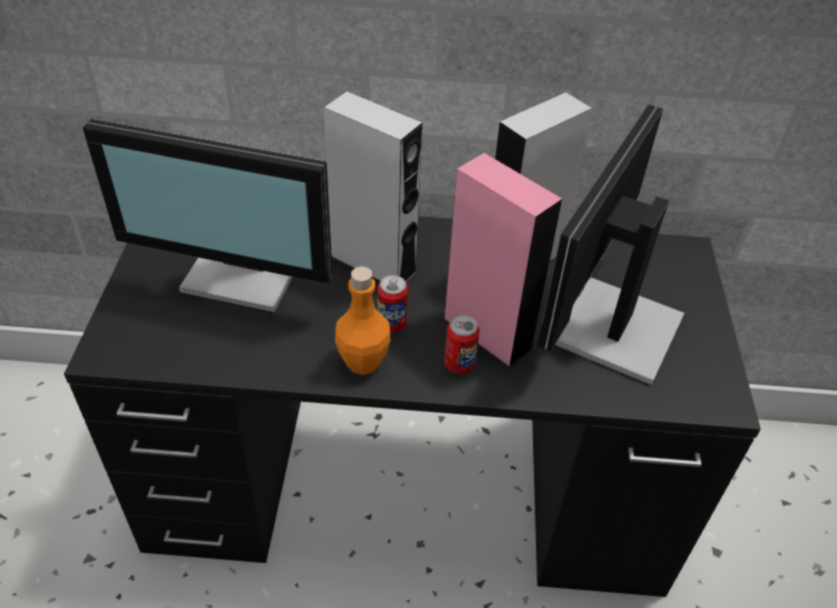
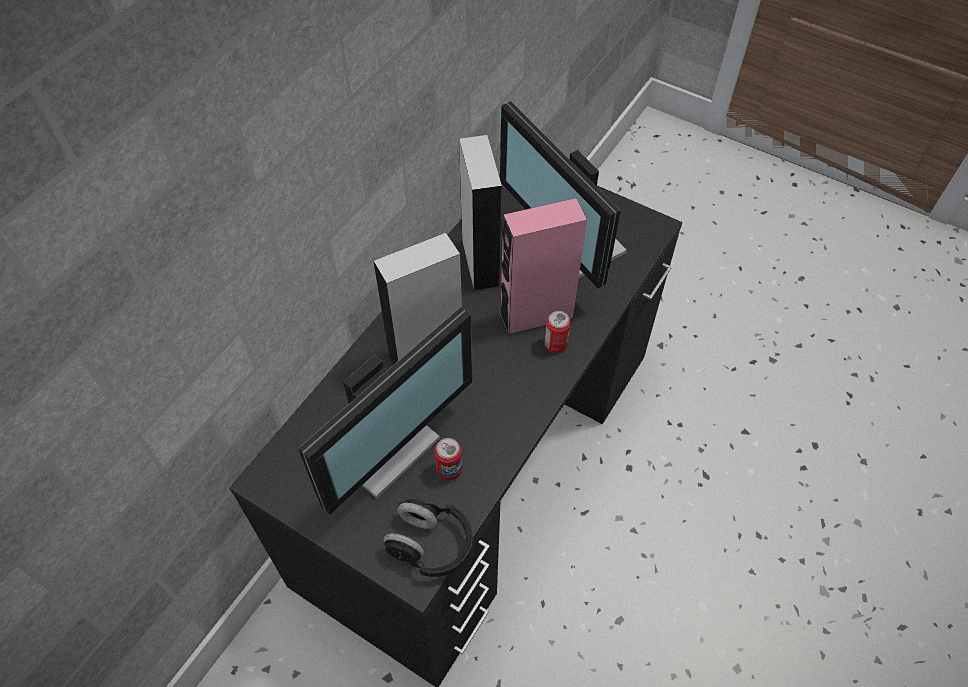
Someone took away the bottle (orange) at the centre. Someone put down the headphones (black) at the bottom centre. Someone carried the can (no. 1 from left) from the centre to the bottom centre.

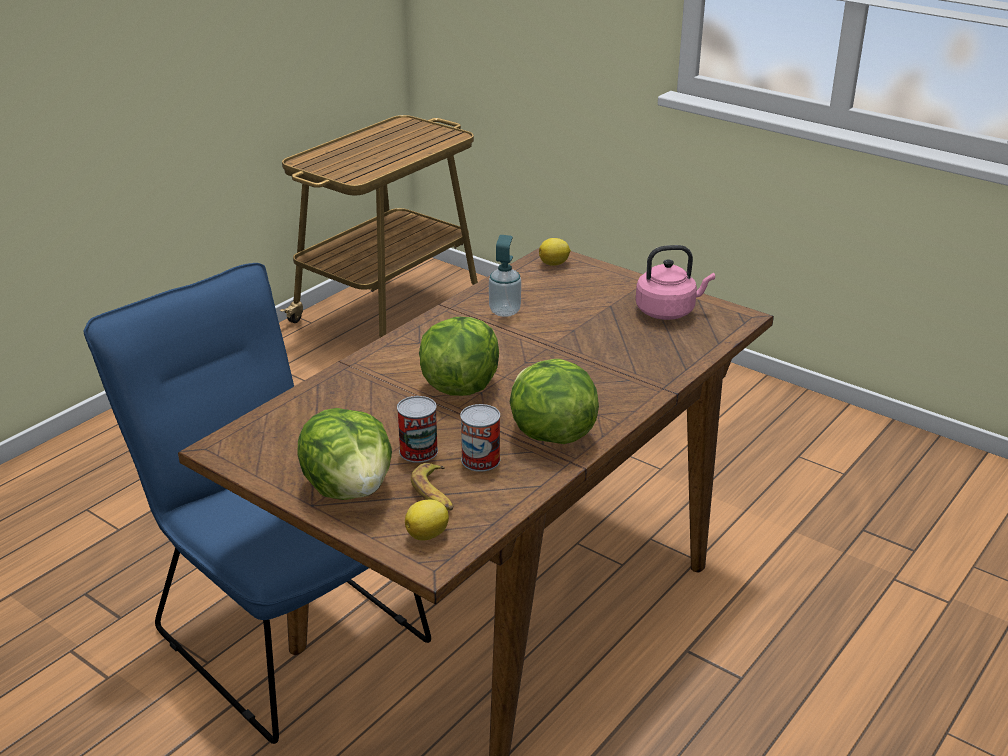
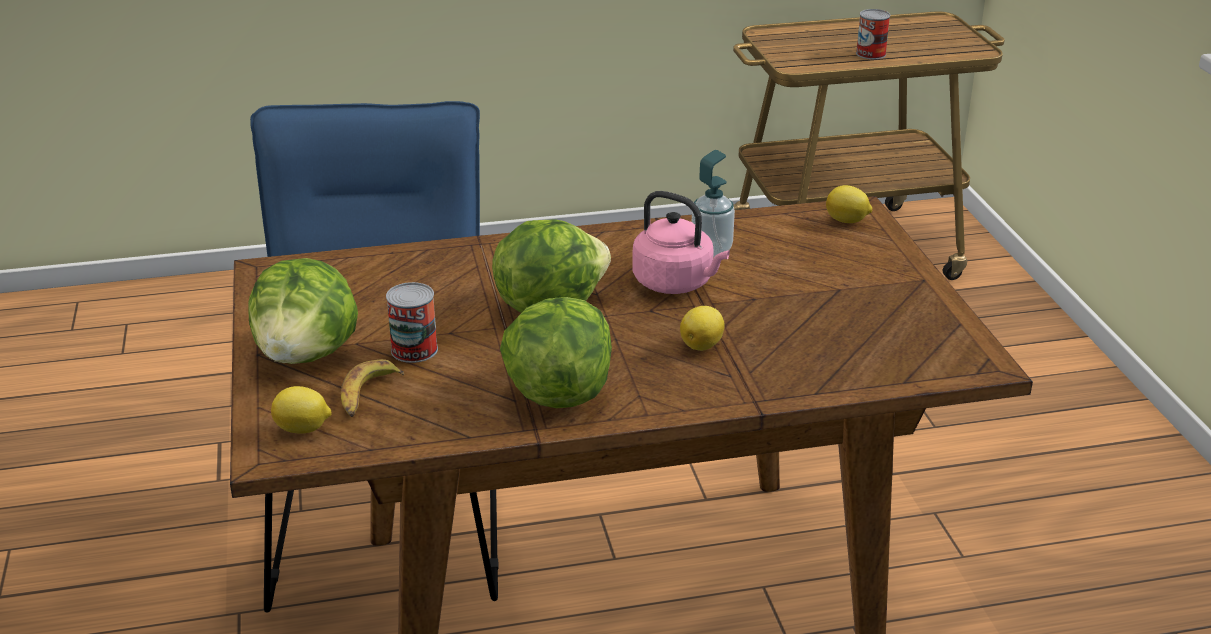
Someone put down the lemon (no. 2 from left) at the centre. Someone carried the can (no. 2 from left) from the centre to the top right. Someone carried the kettle (pink) from the middle right to the centre.

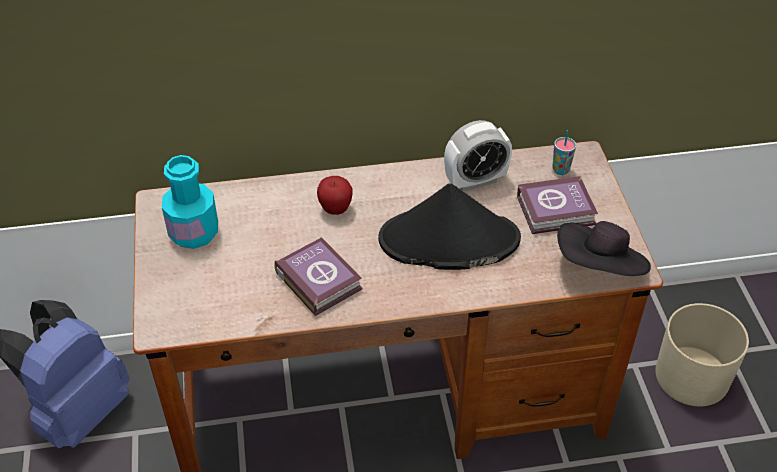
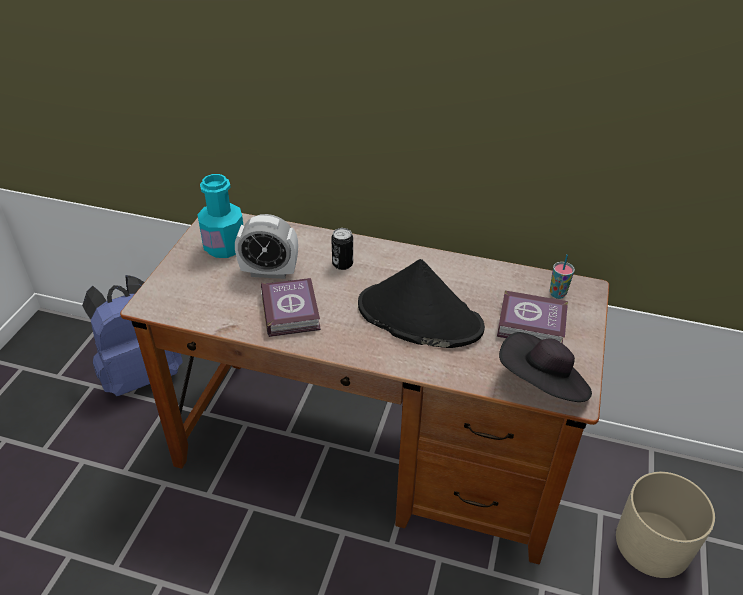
Someone carried the alarm clock from the top centre to the centre. Someone swapped the apple at the centre for the can at the centre.

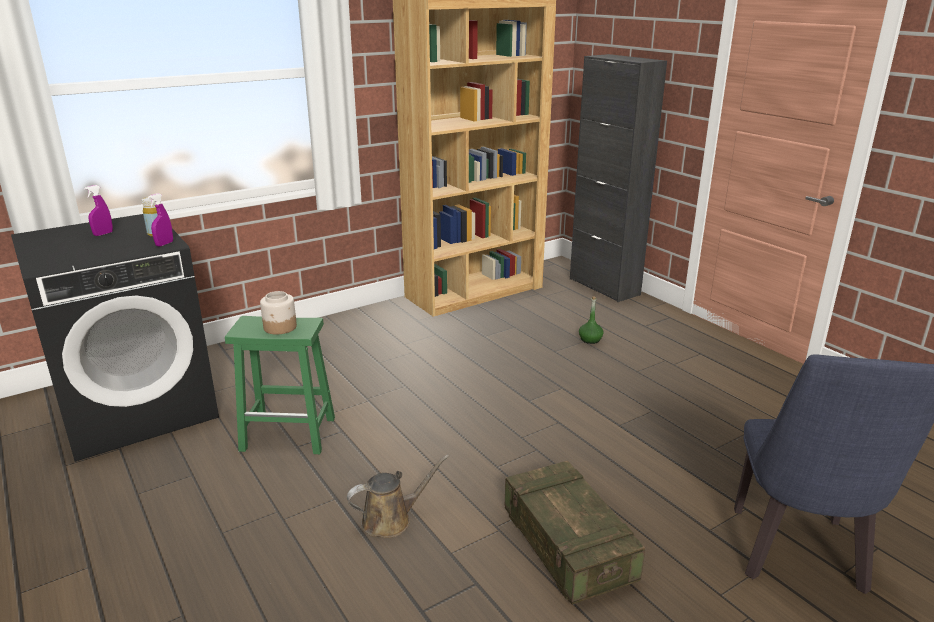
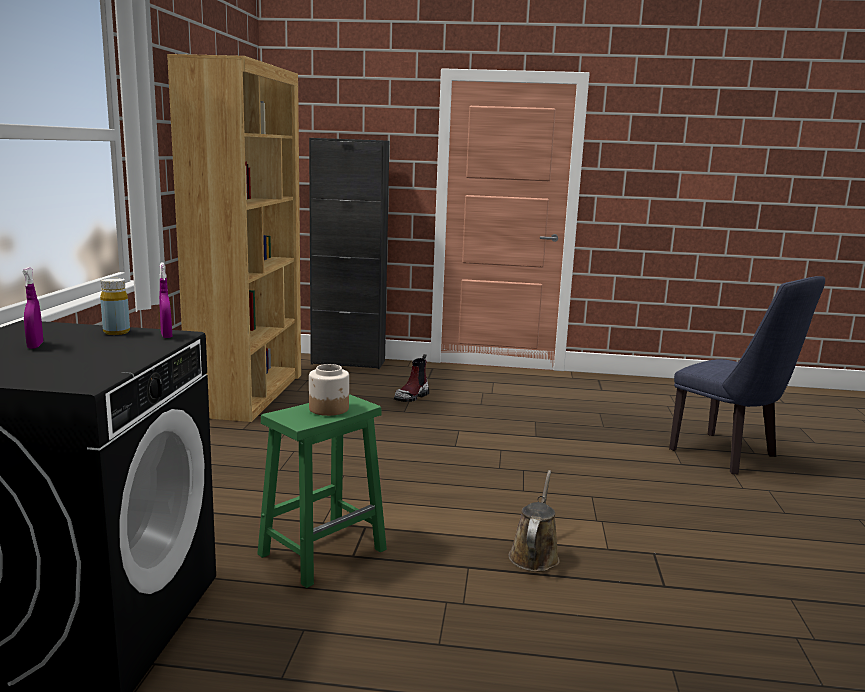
Someone took away the crate at the bottom centre. Someone swapped the bottle (green) at the centre for the boot at the centre.

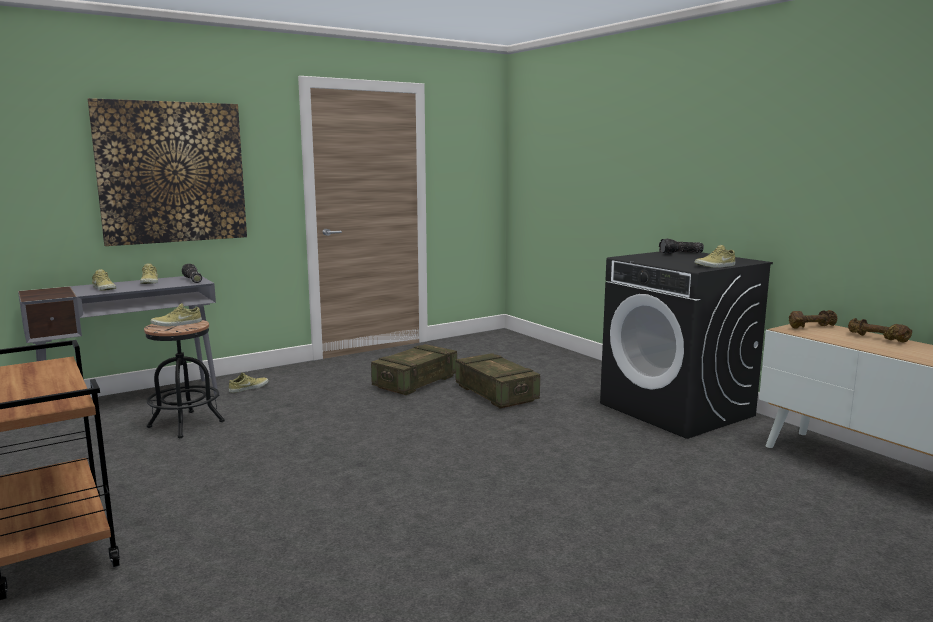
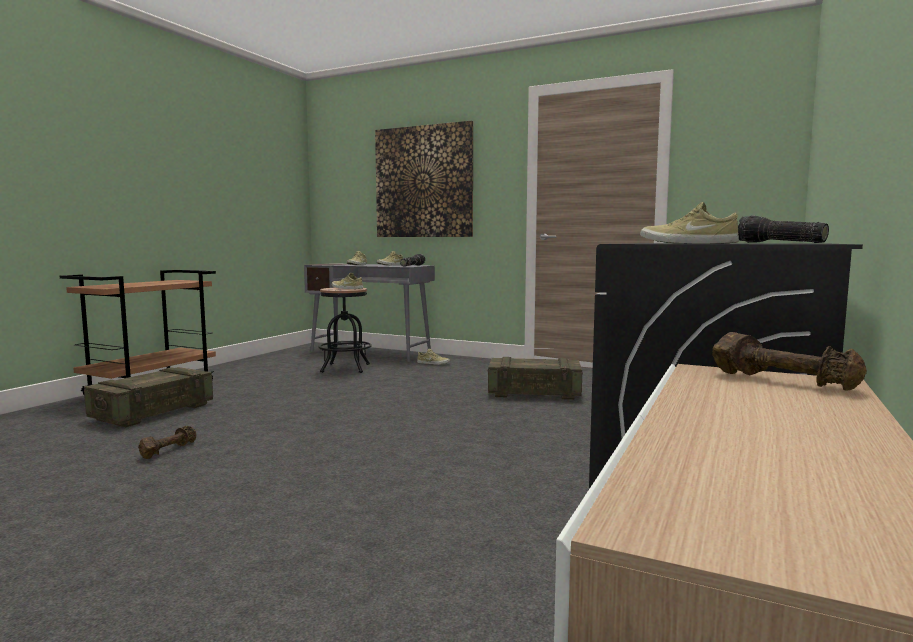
Someone carried the crate (no. 2 from left in the first image) from the centre to the middle left. Someone carried the dumbbell (brown) (no. 2 from left in the first image) from the middle right to the bottom left.

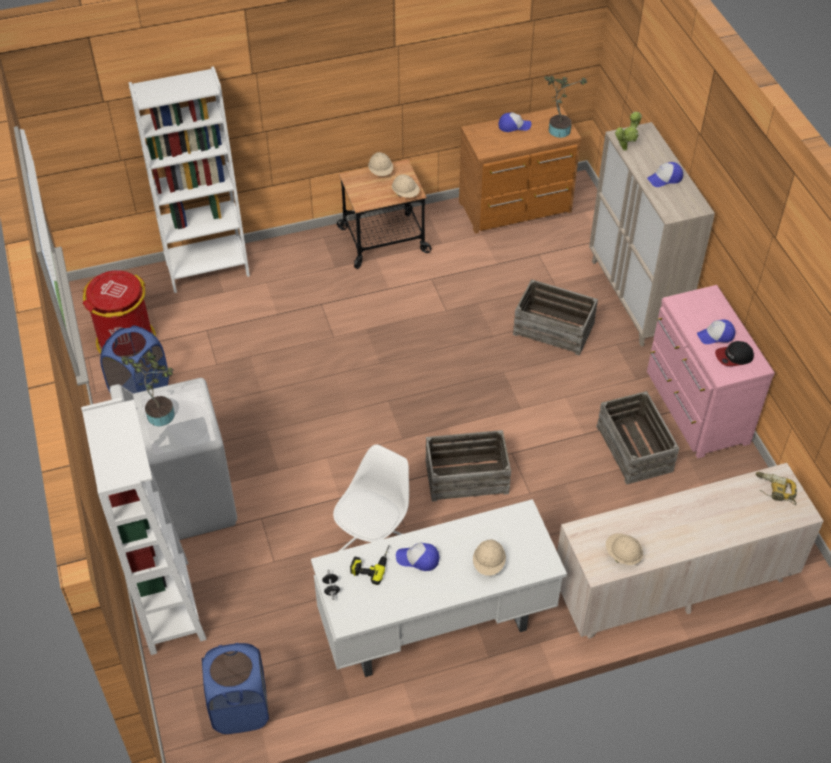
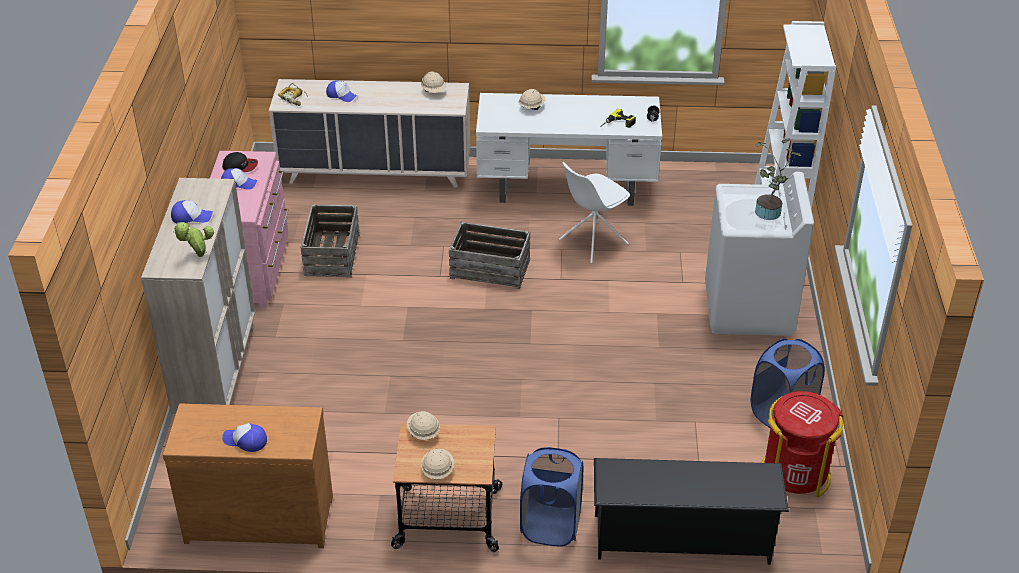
Someone took away the crate (no. 2 from left) at the middle right. Someone took away the potted plant (no. 2 from left) at the top right. Someone carried the laundry basket (blue) (no. 2 from left in the first image) from the bottom left to the bottom centre. Someone carried the cap (no. 1 from left in the first image) from the bottom centre to the top centre. Someone swapped the bookcase (white) (no. 2 from left) at the top left for the shoe rack (black) at the bottom right.

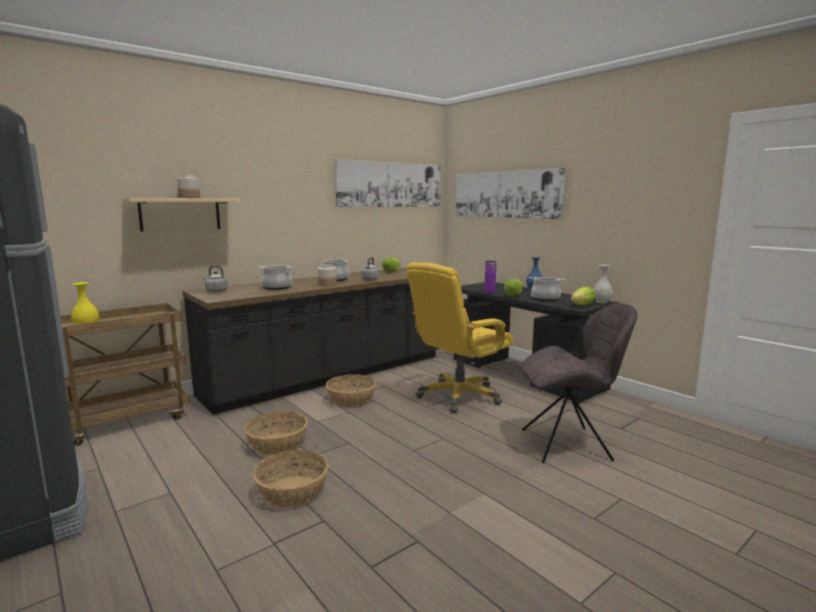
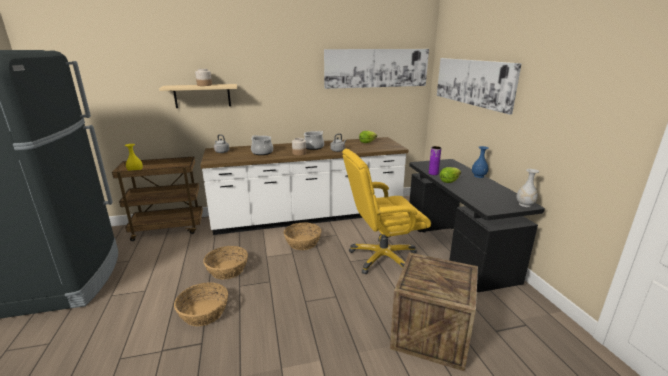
Someone took away the cooking pot (no. 3 from left) at the middle right. Someone took away the lettuce (no. 3 from left) at the middle right. Someone swapped the chair (grey) at the middle right for the crate at the bottom centre. Someone repainted the counter (black) at the centre, which became the counter (white) at the centre.

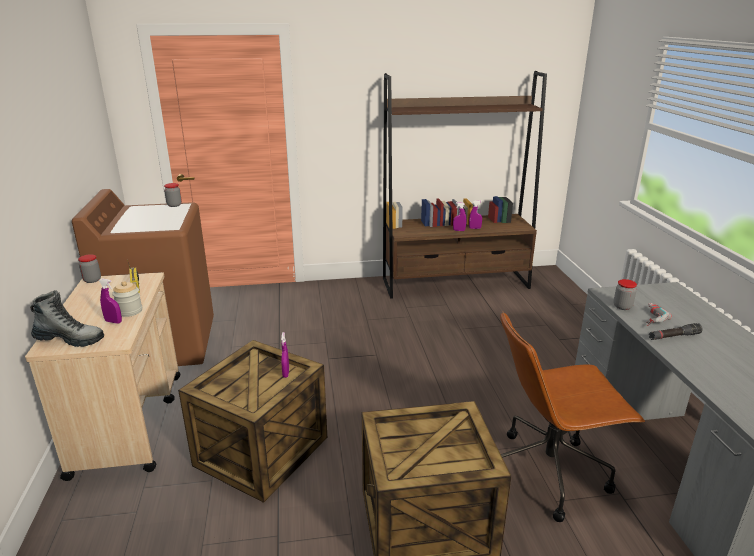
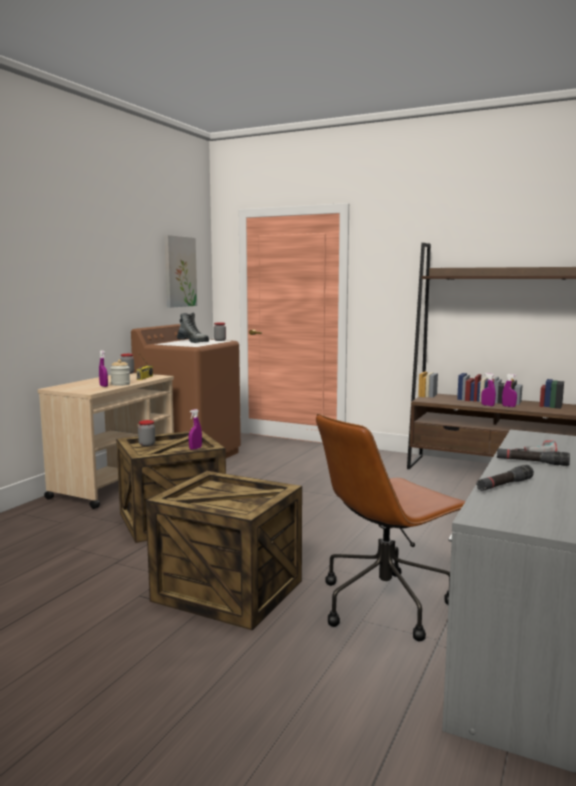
Someone put up the picture at the middle left. Someone put down the flashlight (black) (no. 1 from left) at the middle right. Someone carried the boot from the middle left to the centre. Someone carried the jar (no. 4 from left in the first image) from the middle right to the middle left. Someone rotated the office chair (brown) at the bottom right by 60 degrees counterclockwise.

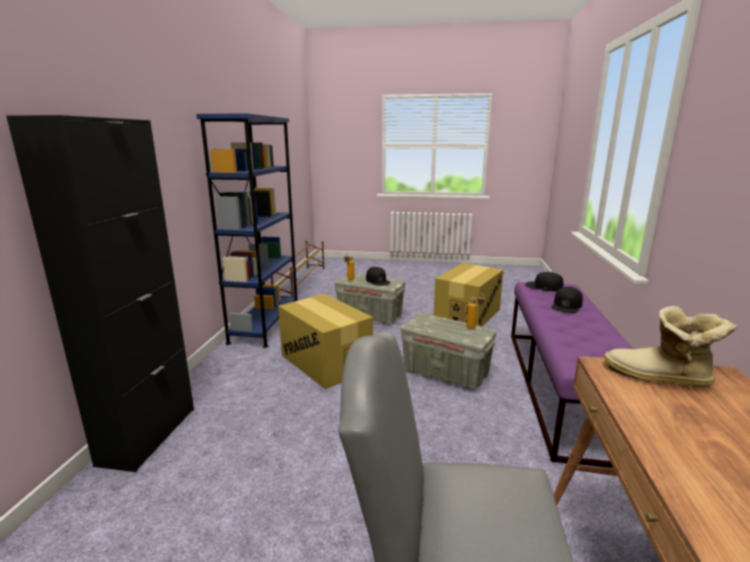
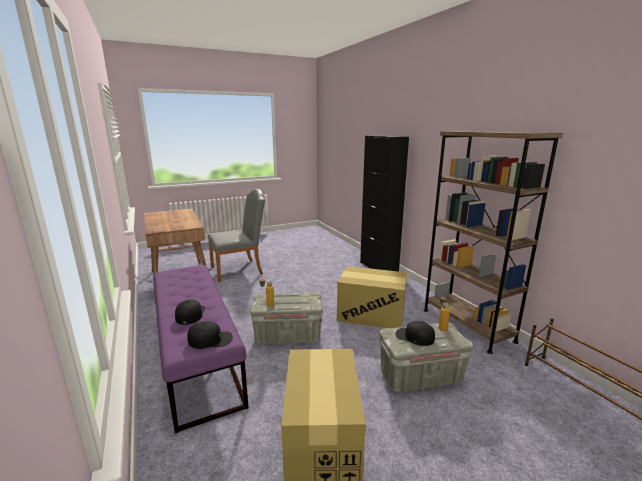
Someone took away the boot at the middle right. Someone repainted the bookcase (blue) at the middle left, which became the bookcase (brown) at the middle right.

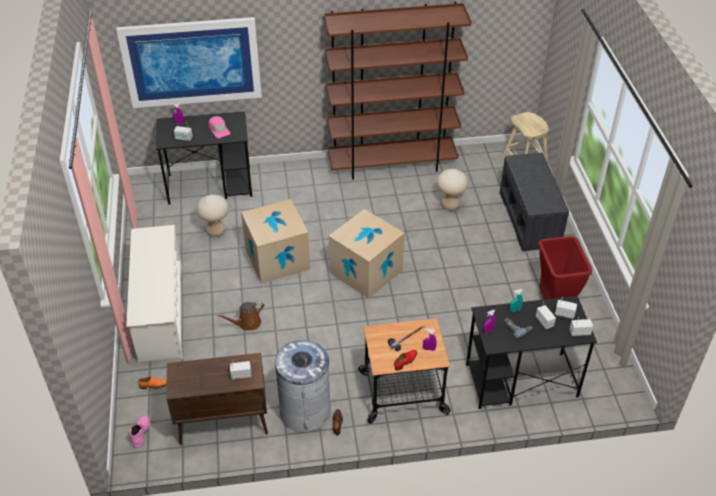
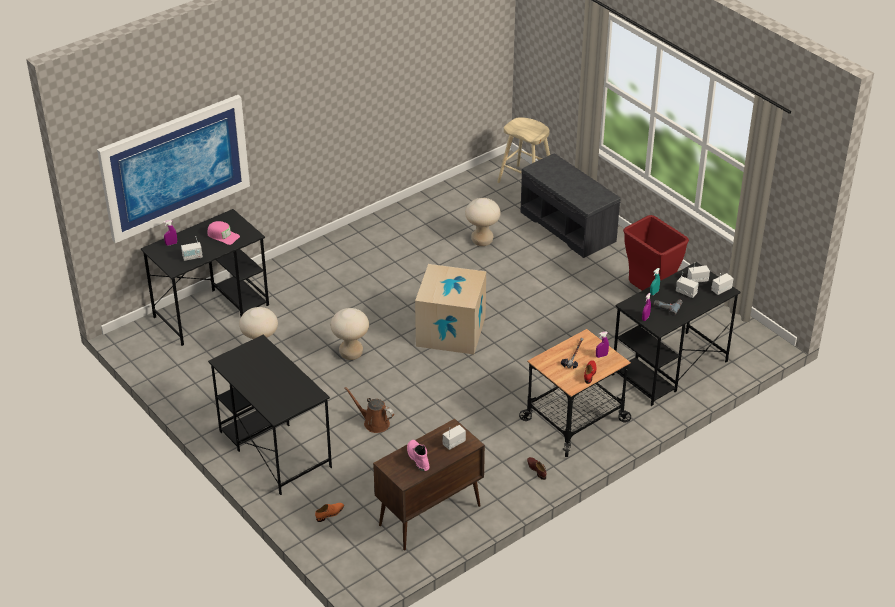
Someone took away the trash can (grey) at the bottom centre. Someone took away the bookcase (brown) at the top centre. Someone carried the boot (pink) from the bottom left to the bottom centre. Someone swapped the shoe rack (white) at the middle left for the desk (black) (no. 2 from left) at the bottom left. Someone swapped the cardboard box (no. 1 from left) at the centre for the stool (beige) (no. 2 from left) at the centre. Someone rotated the watering can (brown) at the centre by 90 degrees clockwise.

